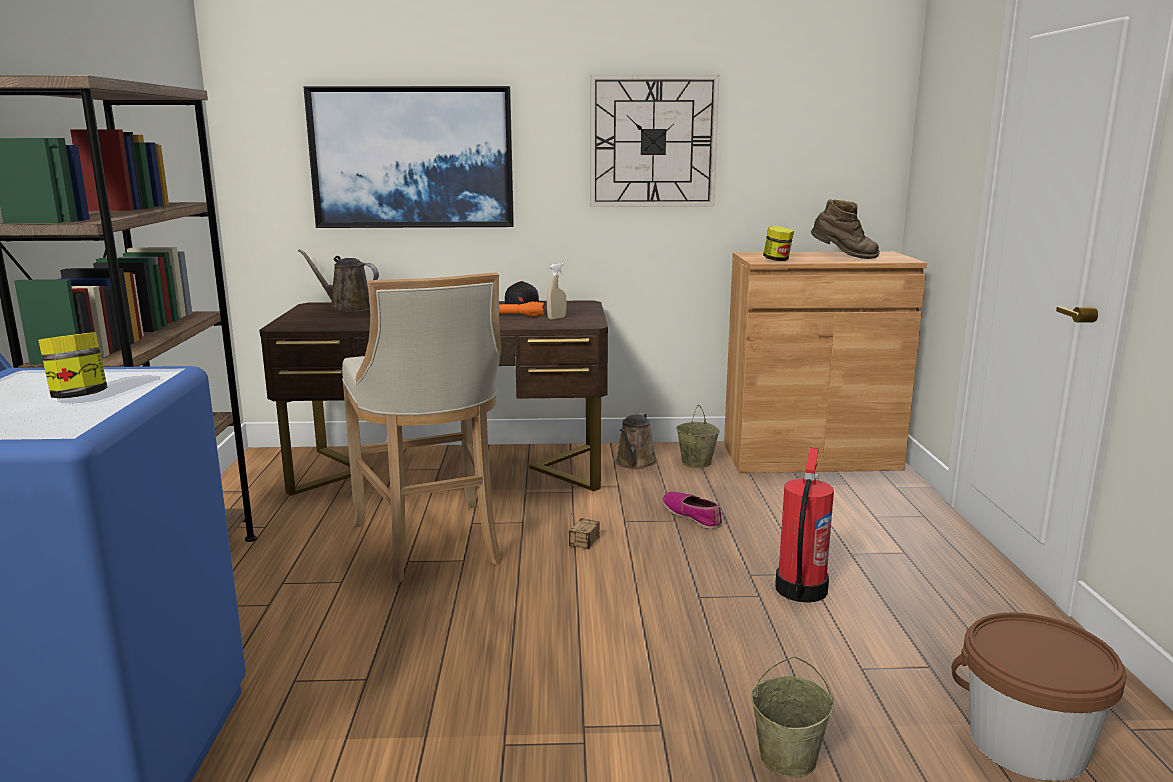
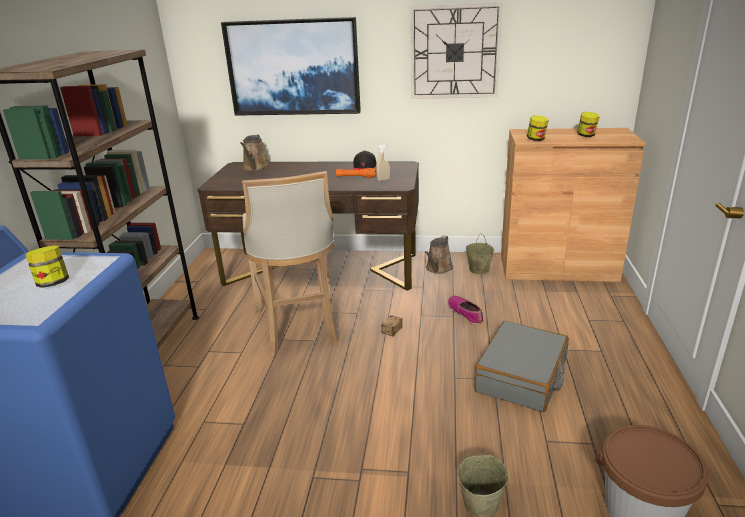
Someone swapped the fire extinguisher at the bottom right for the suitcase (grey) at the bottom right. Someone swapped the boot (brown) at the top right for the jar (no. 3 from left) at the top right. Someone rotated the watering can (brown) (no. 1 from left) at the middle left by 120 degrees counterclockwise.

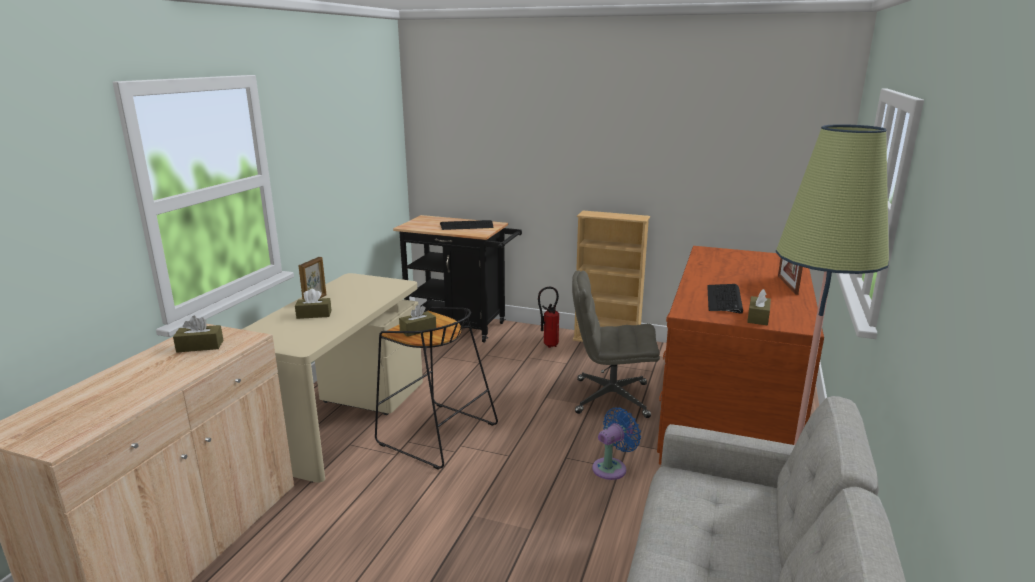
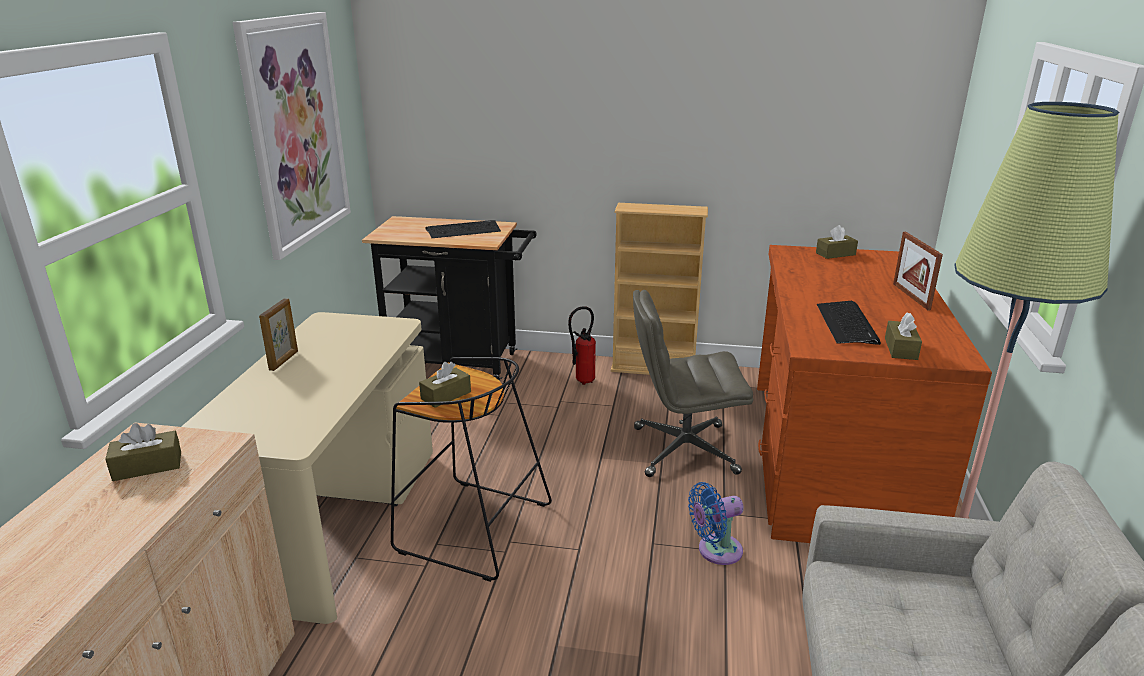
Someone put up the picture at the top left. Someone carried the tissue box (brown) (no. 2 from left in the first image) from the middle left to the middle right. Someone rotated the fan (blue) at the bottom centre by 150 degrees counterclockwise.

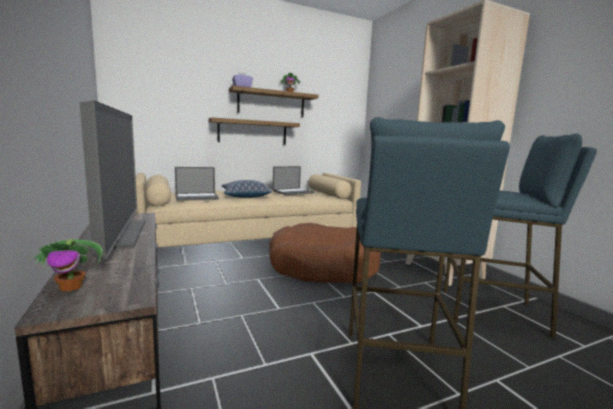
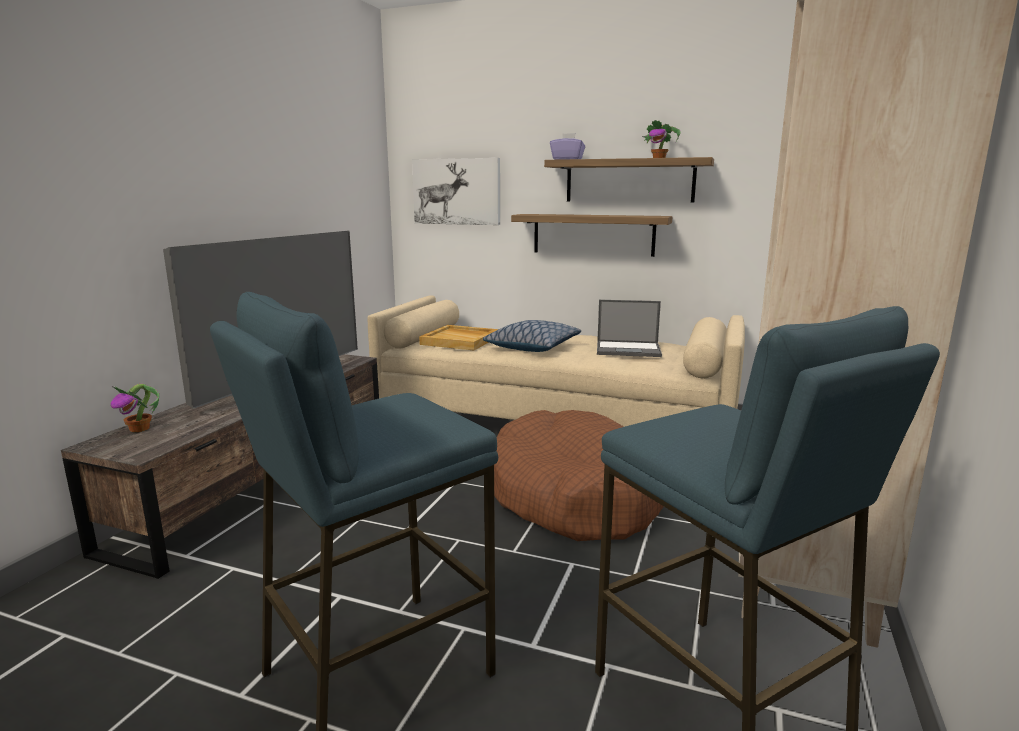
Someone put up the picture at the top centre. Someone swapped the laptop (no. 1 from left) at the middle left for the tray (beige) at the centre.

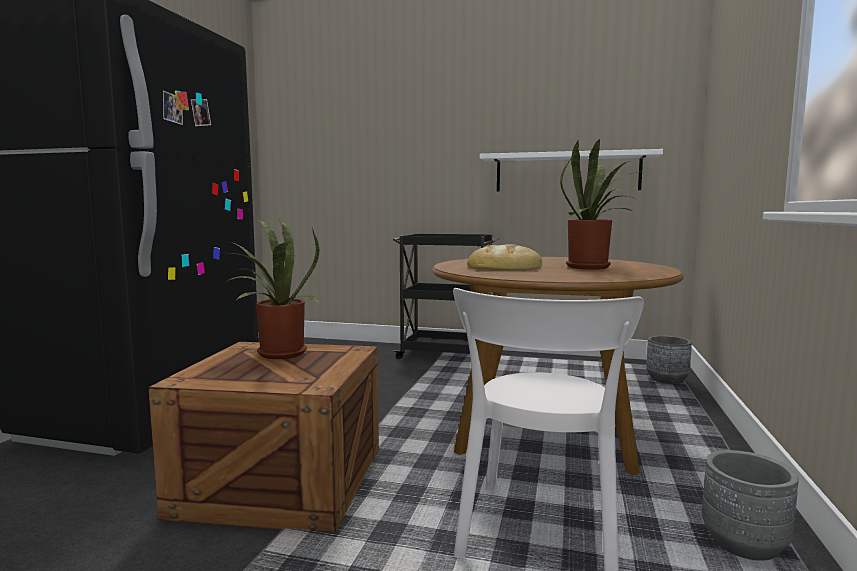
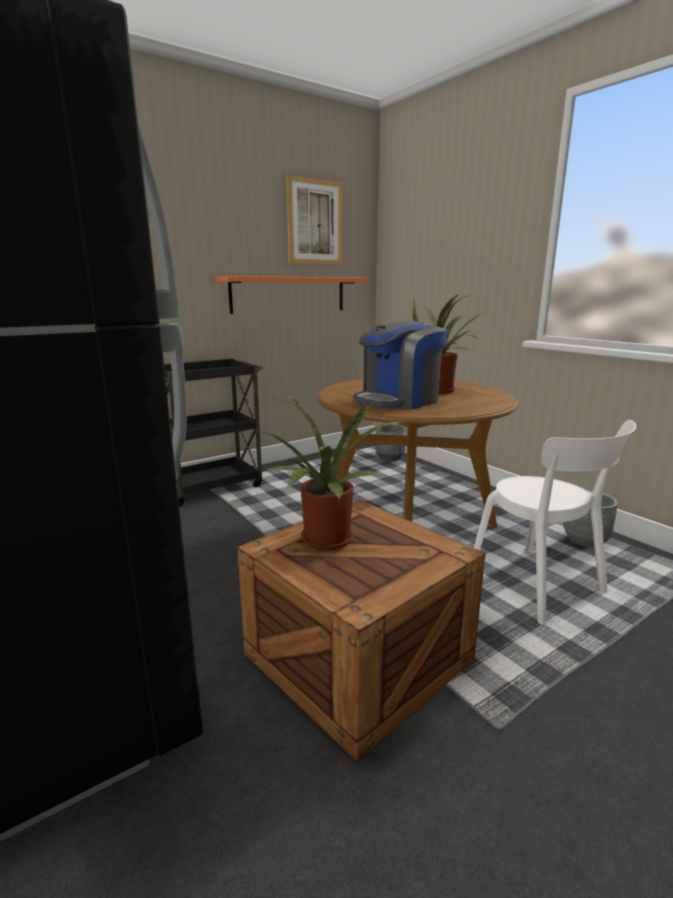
Someone put up the picture at the top centre. Someone swapped the bread at the centre for the coffee machine at the centre. Someone repainted the shelf (white) at the top centre, which became the shelf (orange) at the top centre.

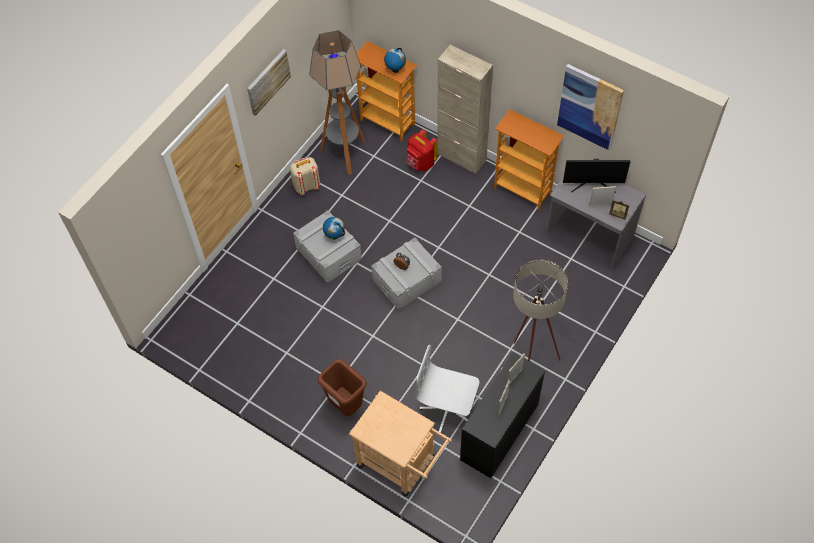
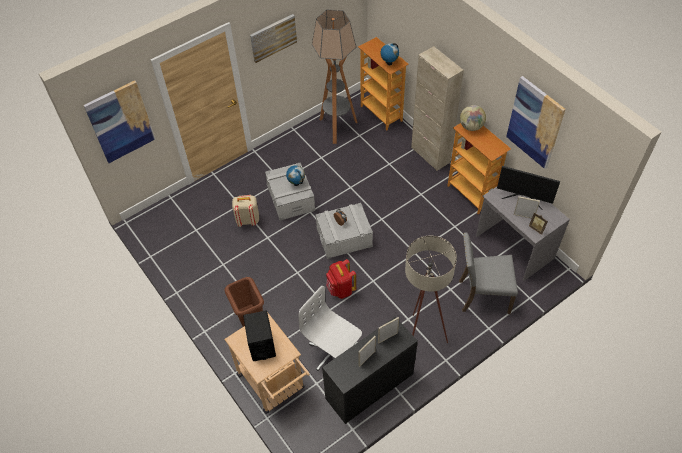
Someone put up the picture (no. 1 from left) at the top left. Someone put down the speaker (black) at the bottom centre. Someone put down the chair (grey) at the middle right. Someone put down the globe (no. 3 from left) at the top right. Someone carried the backpack (beige) from the top centre to the centre. Someone carried the backpack (red) from the top centre to the centre.

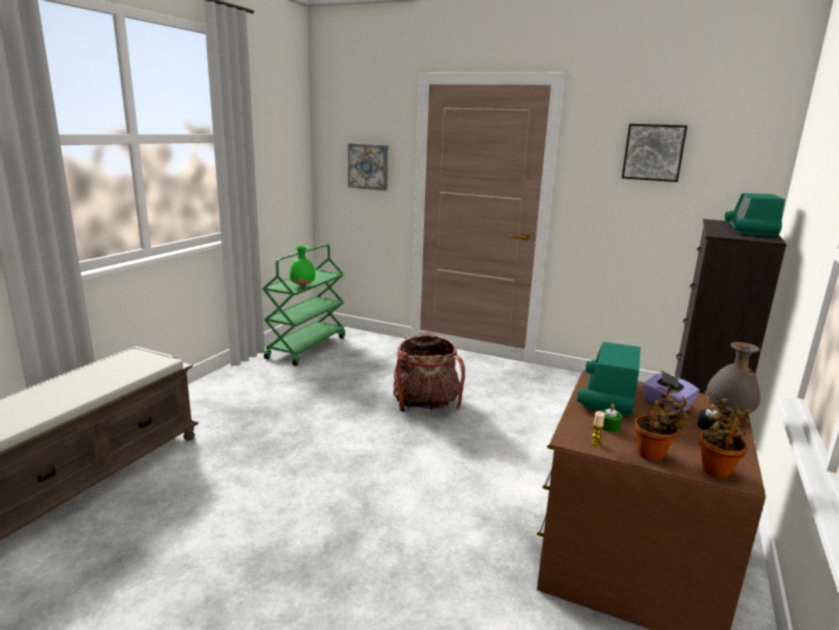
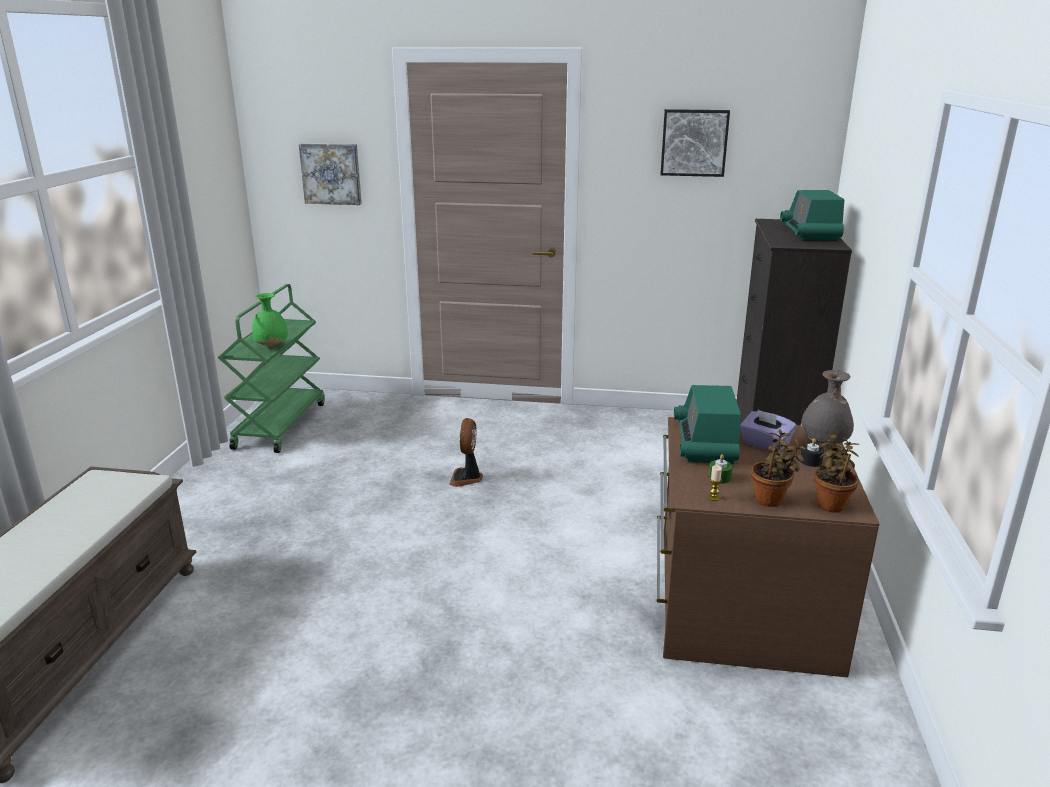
Someone swapped the backpack at the centre for the fan at the centre.

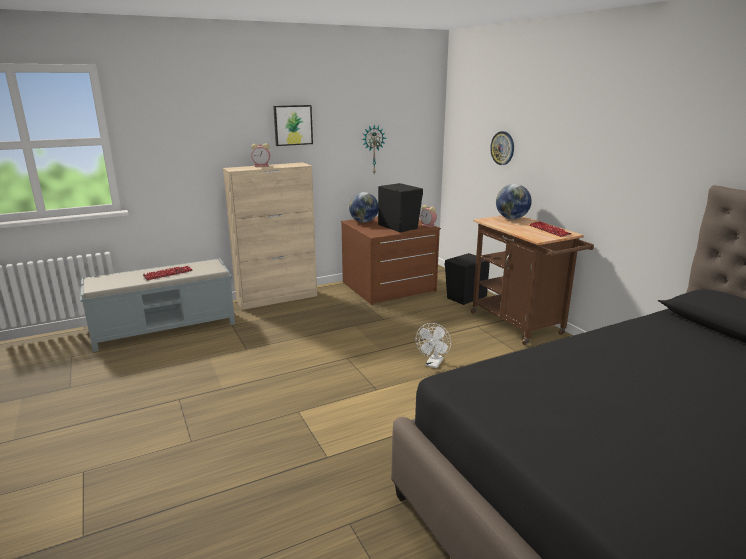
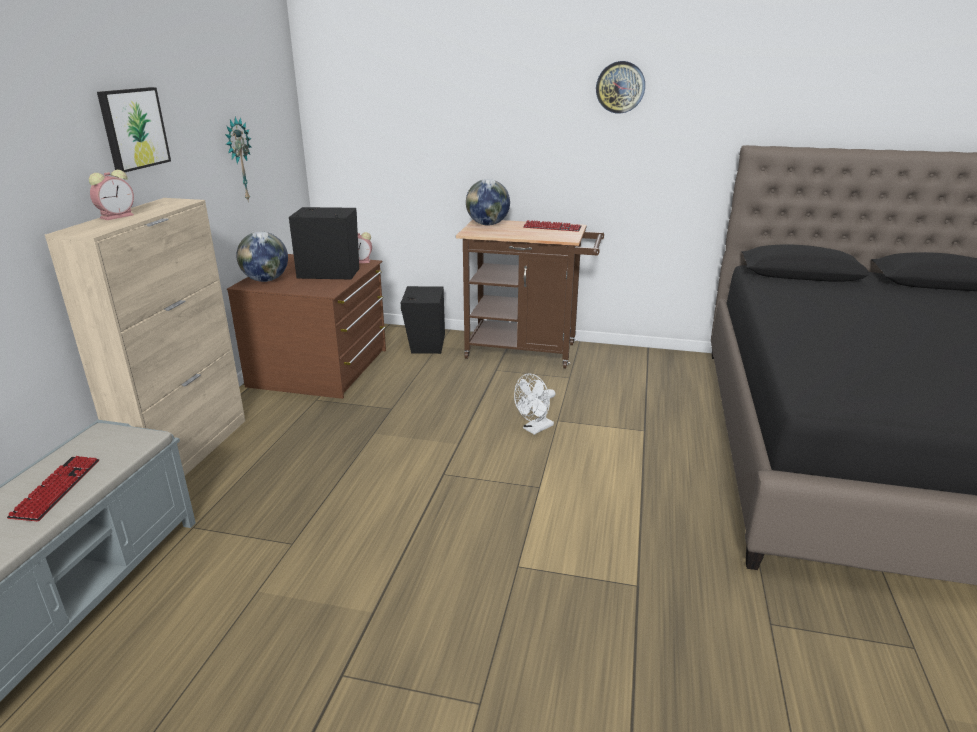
Someone carried the wall clock (no. 2 from left) from the top right to the top centre. Someone rotated the fan (white) at the centre by 75 degrees clockwise.

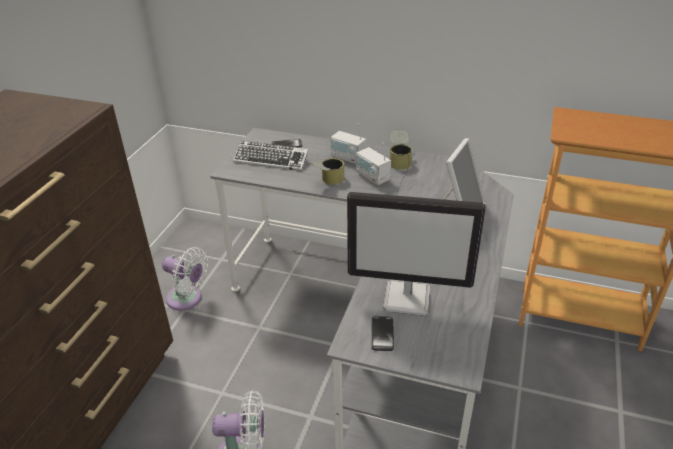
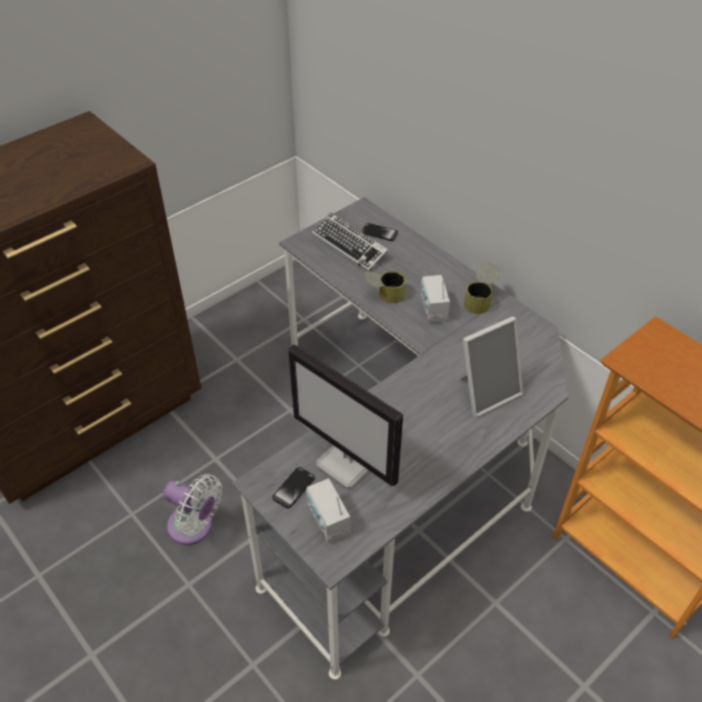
Someone took away the fan (white) (no. 1 from left) at the middle left. Someone carried the radio (no. 1 from left) from the top centre to the bottom centre.

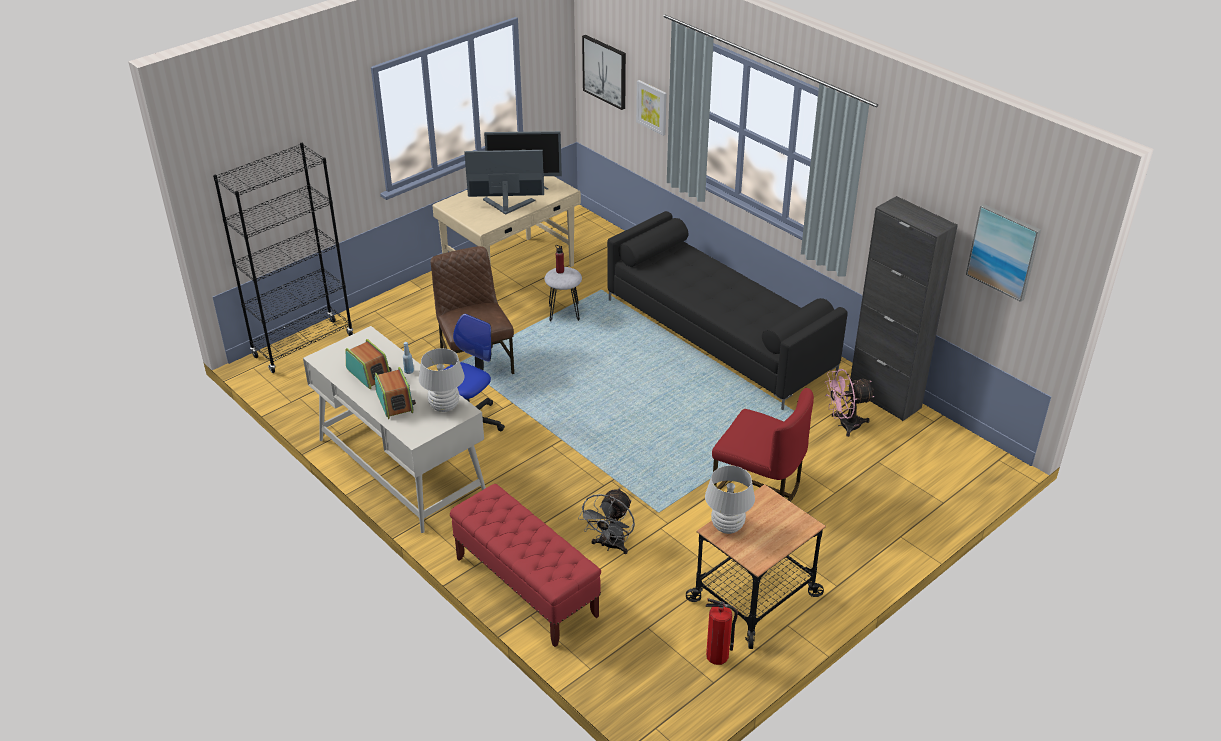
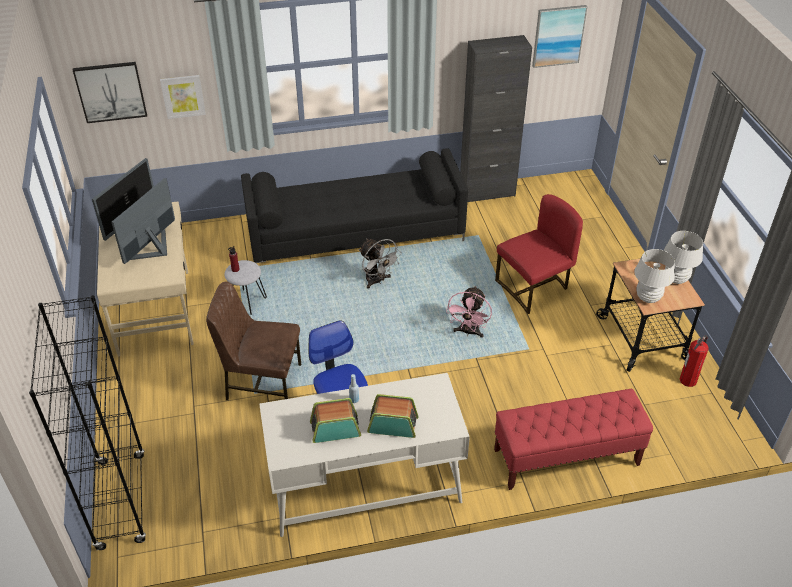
Someone carried the table lamp (white) (no. 1 from left in the first image) from the centre to the middle right. Someone carried the fan (grey) from the bottom centre to the centre. Someone carried the fan (pink) from the middle right to the centre.

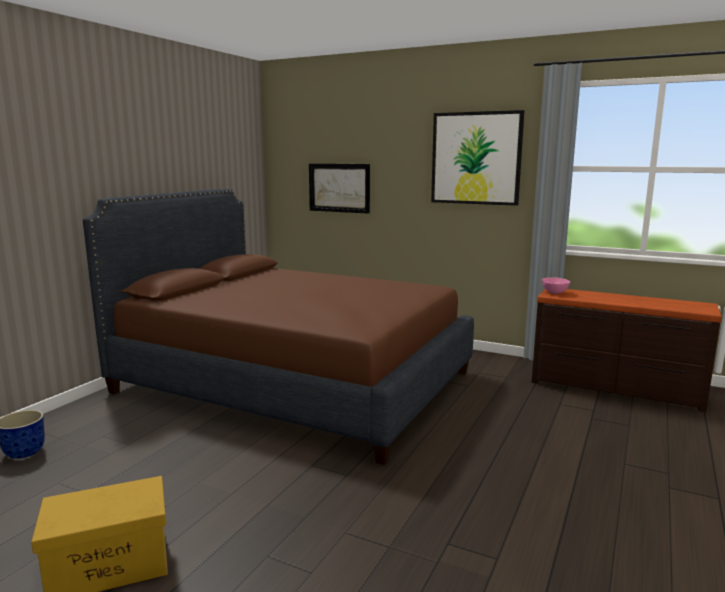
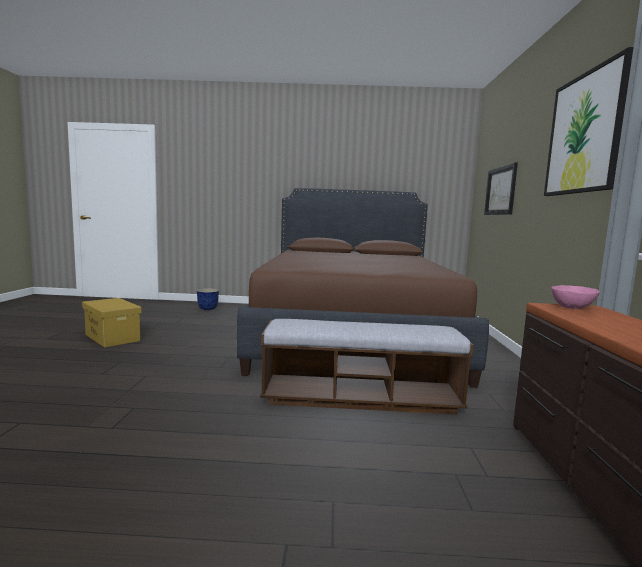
Someone put down the bench at the centre.

